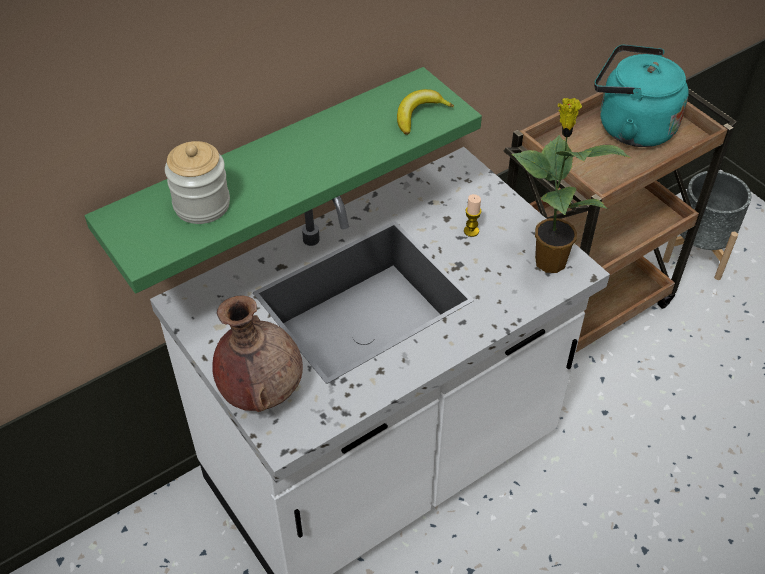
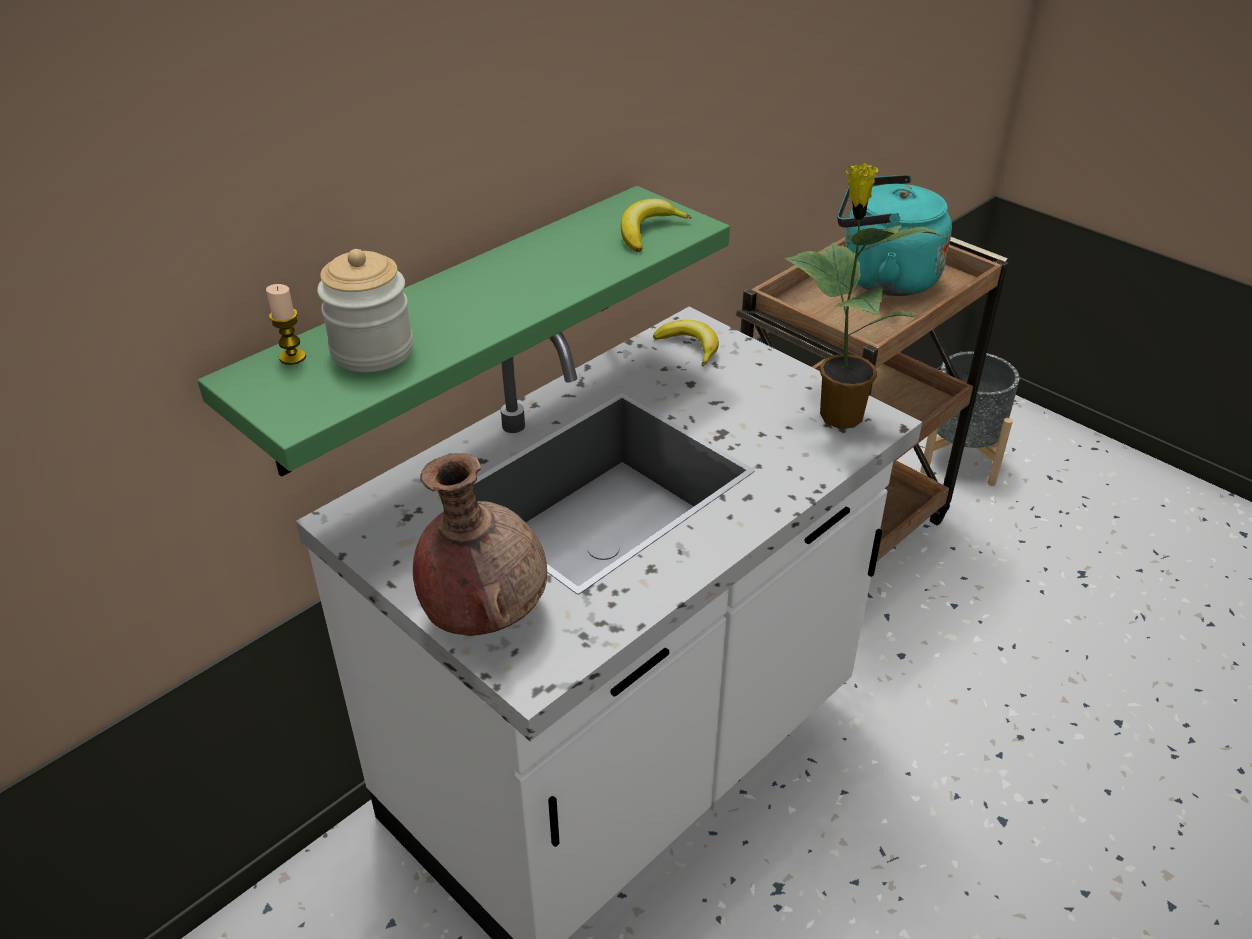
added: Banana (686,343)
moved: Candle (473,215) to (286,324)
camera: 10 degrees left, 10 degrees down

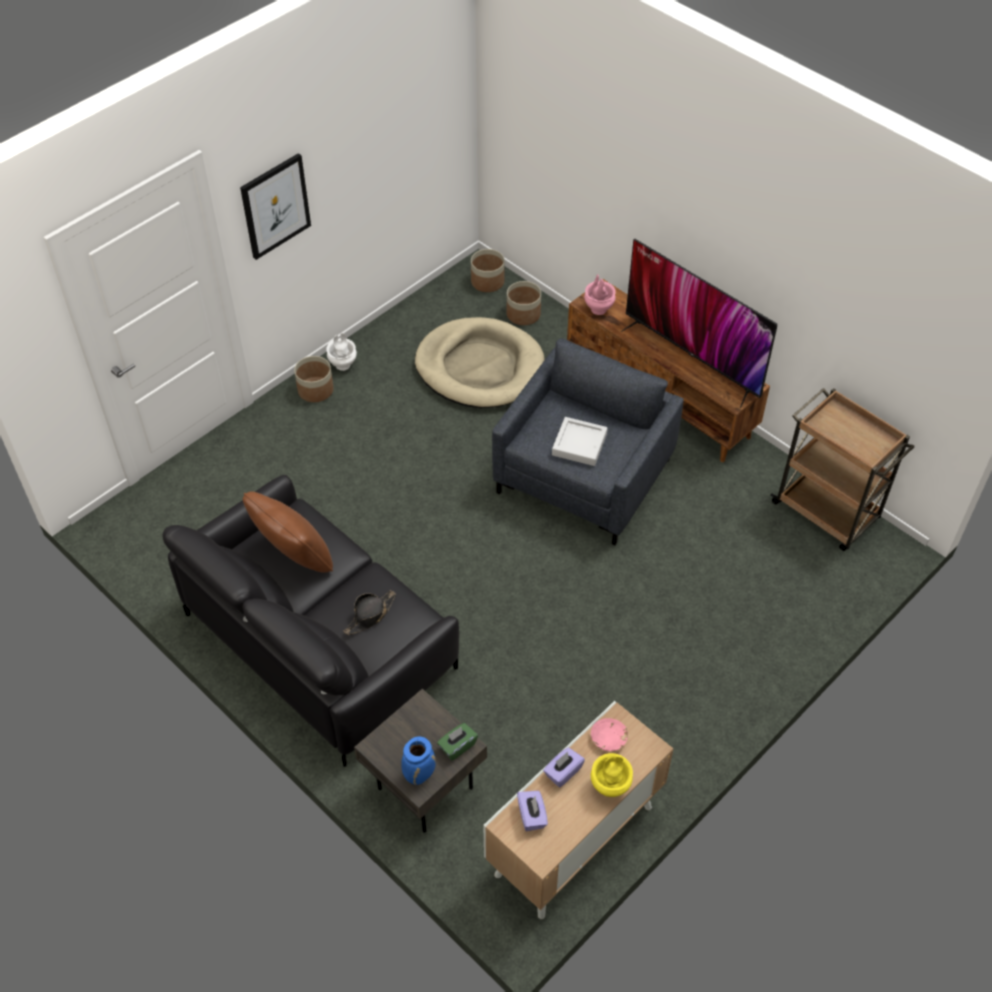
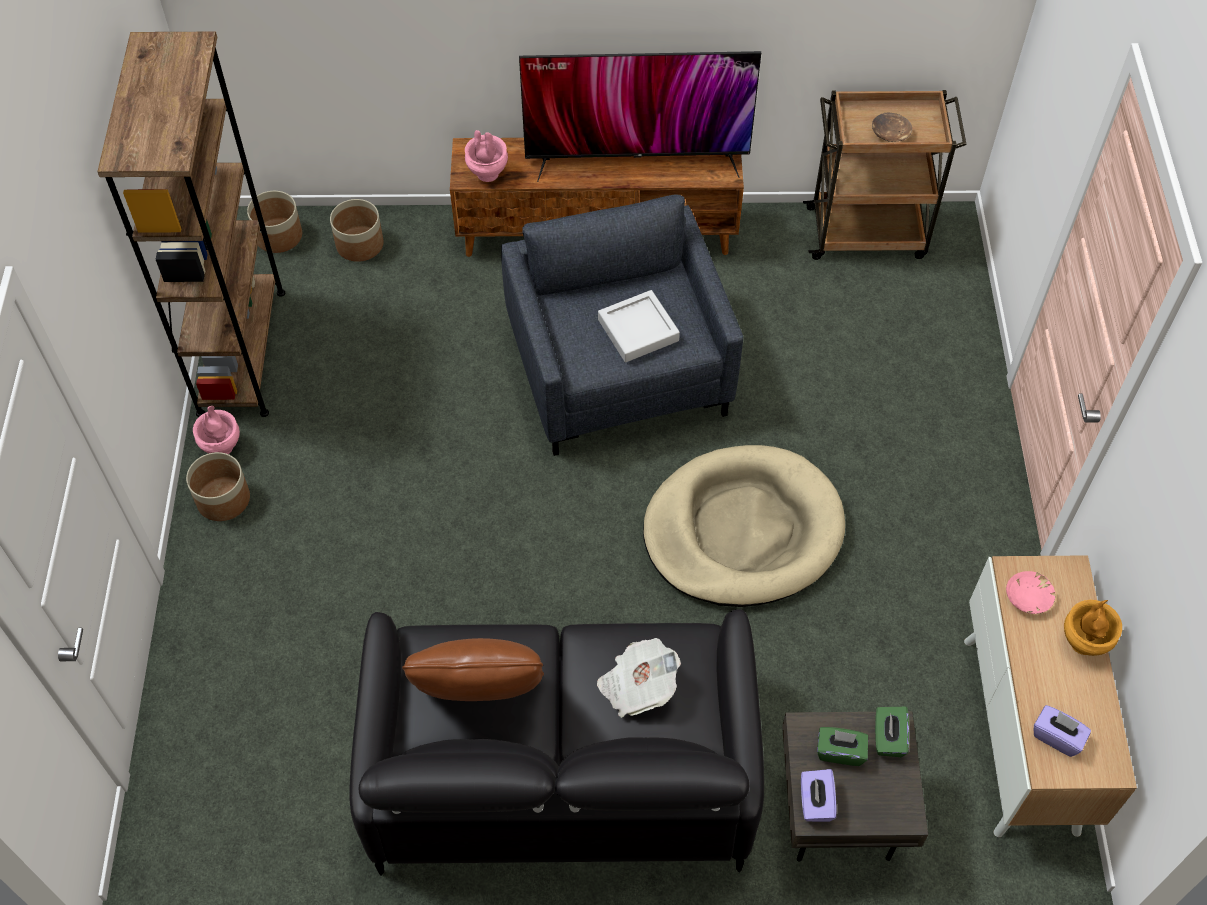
removed: Picture (275,206); BlueVase (418,761)
added: BrownBookcase (191,224); GreenTissueBox (842,746); BrownBowl (892,127)
moved: BeigeDogBed (479,362) to (744,526); PurpleTissueBox (564,767) to (819,795)
replaced: BlackHat (369,612) to Newspaper (639,678)
recoloured: WhiteVase (341,352) to PinkVase (216,430); YellowVase (612,775) to BrownVase (1093,628)
camera: 45 degrees left, 5 degrees up

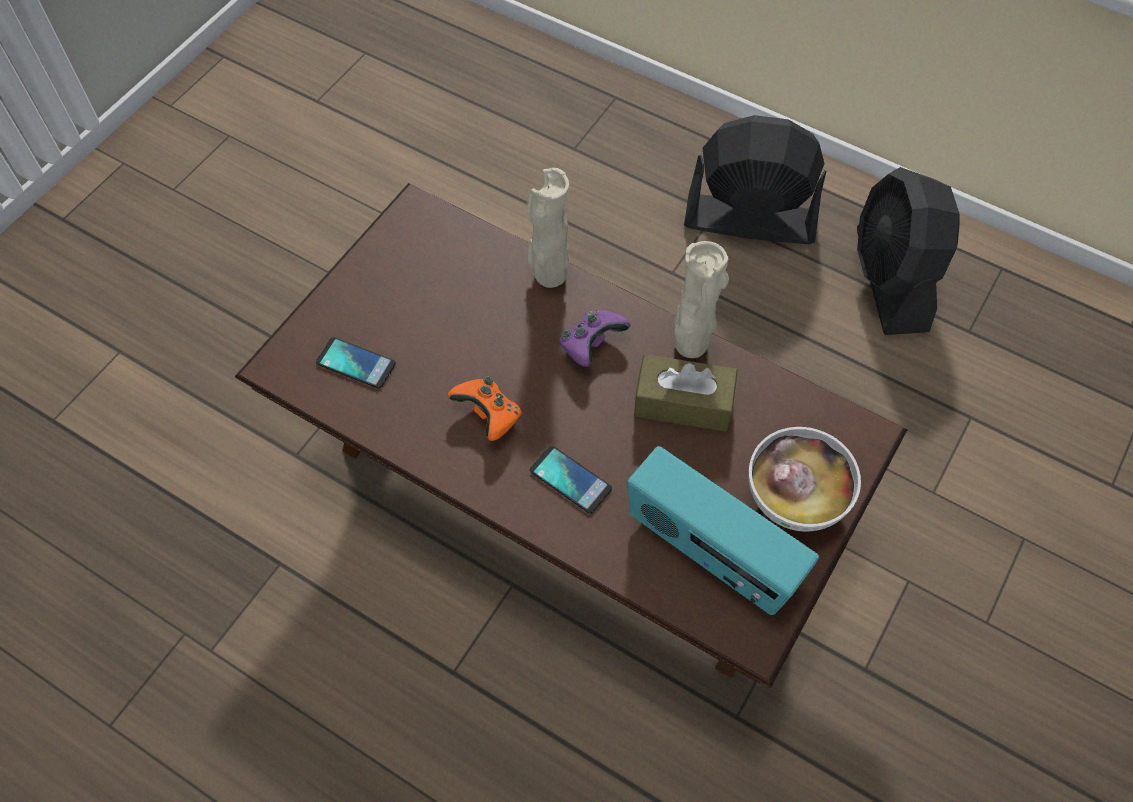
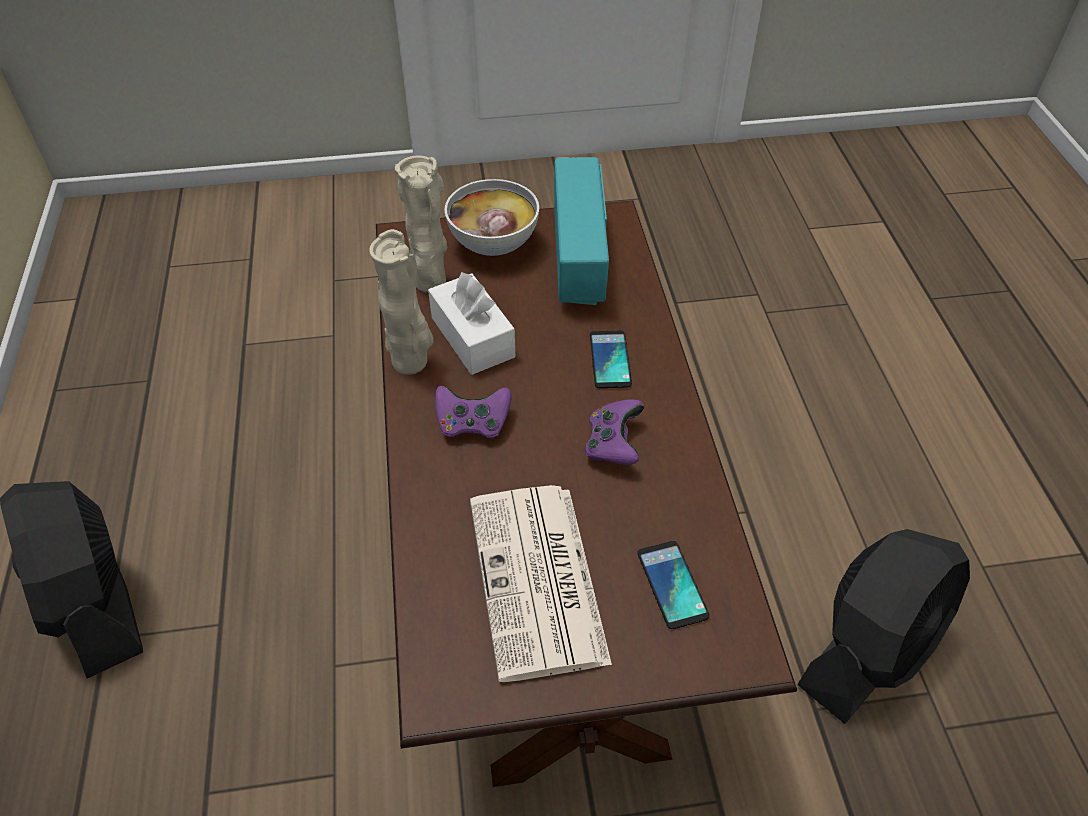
added: Newspaper (541,583)
moved: BeigeVase (548,228) to (421,224); BlackFan (908,251) to (883,626)
recoloured: OrangeGameController (485,409) to PurpleGameController (615,432); BrownTissueBox (686,393) to WhiteTissueBox (471,323)
camera: 130 degrees left, 10 degrees down

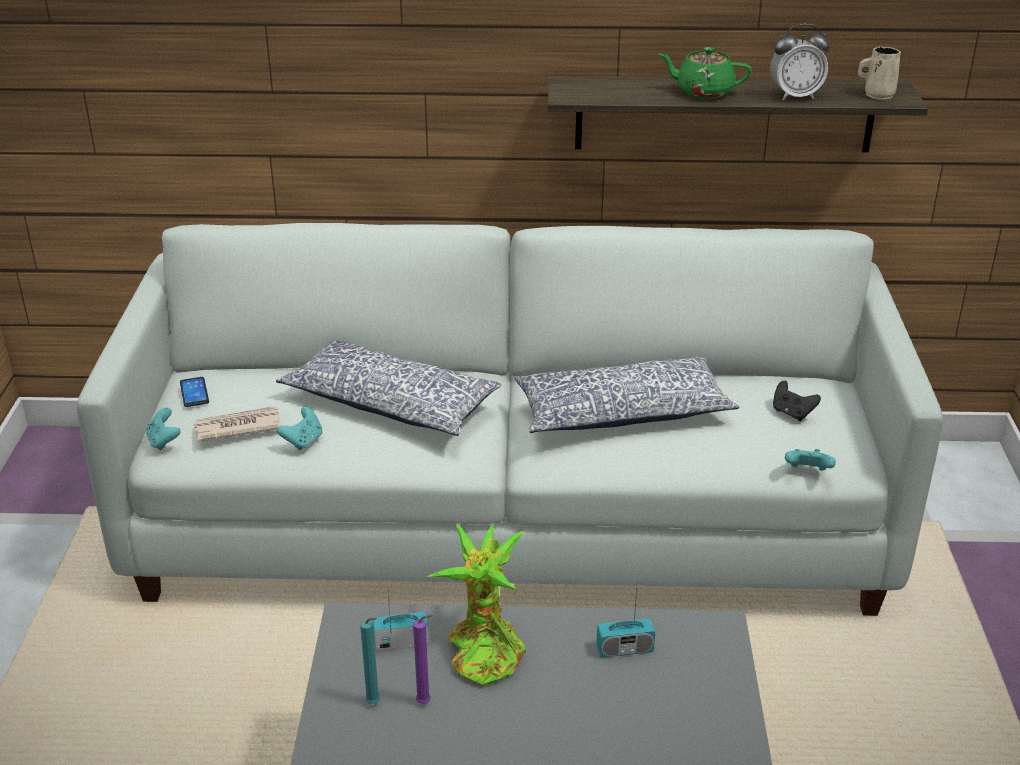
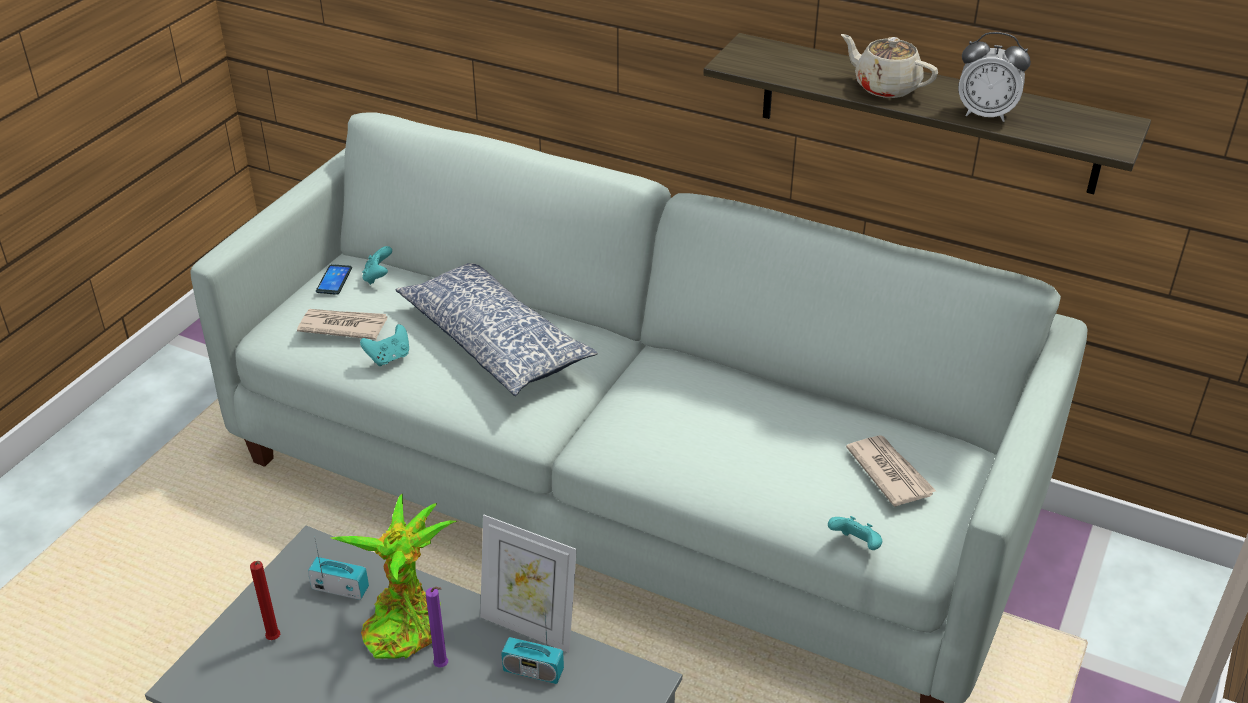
removed: Pillow (627,394); BeigeMug (879,73)
added: PictureFrame (528,584)
moved: TurquoiseGameController (163,429) to (377,265); PurpleCandle (422,659) to (437,627)
replaced: BlackGameController (797,401) to Newspaper (891,471)
recoloured: TurquoiseCandle (370,660) to RedCandle (265,600); GreenTeapot (705,73) to BeigeTeapot (889,66)
camera: 25 degrees right, 5 degrees up

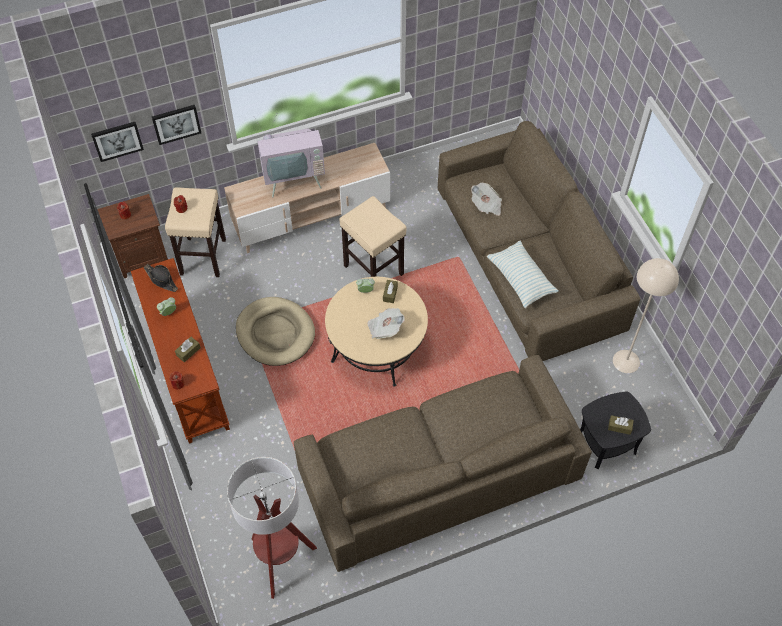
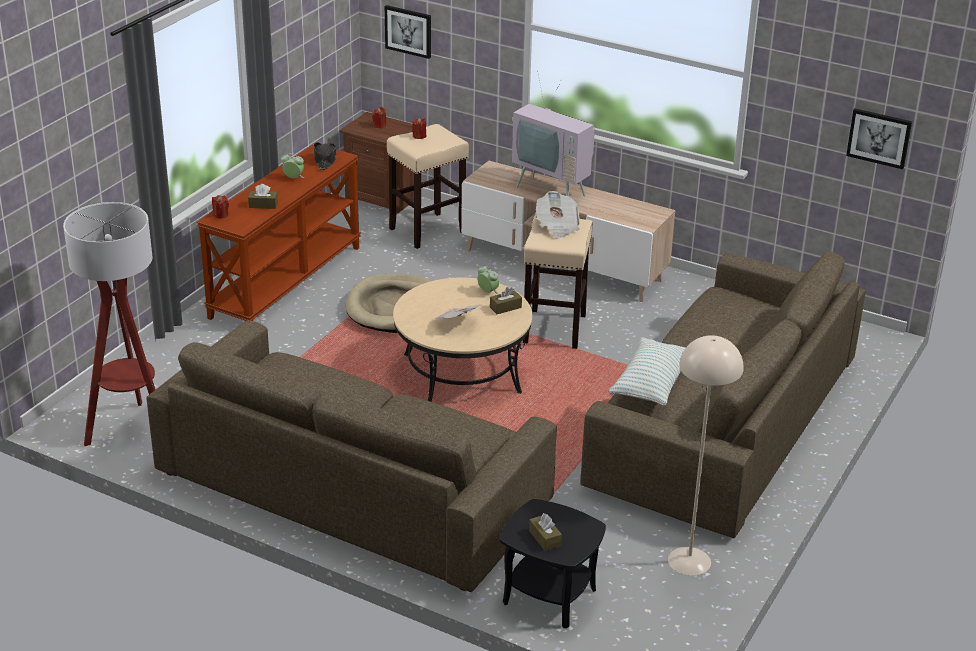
moved: Picture (176,125) to (879,139); Newspaper (486,199) to (557,215)
camera: 50 degrees right, 25 degrees down

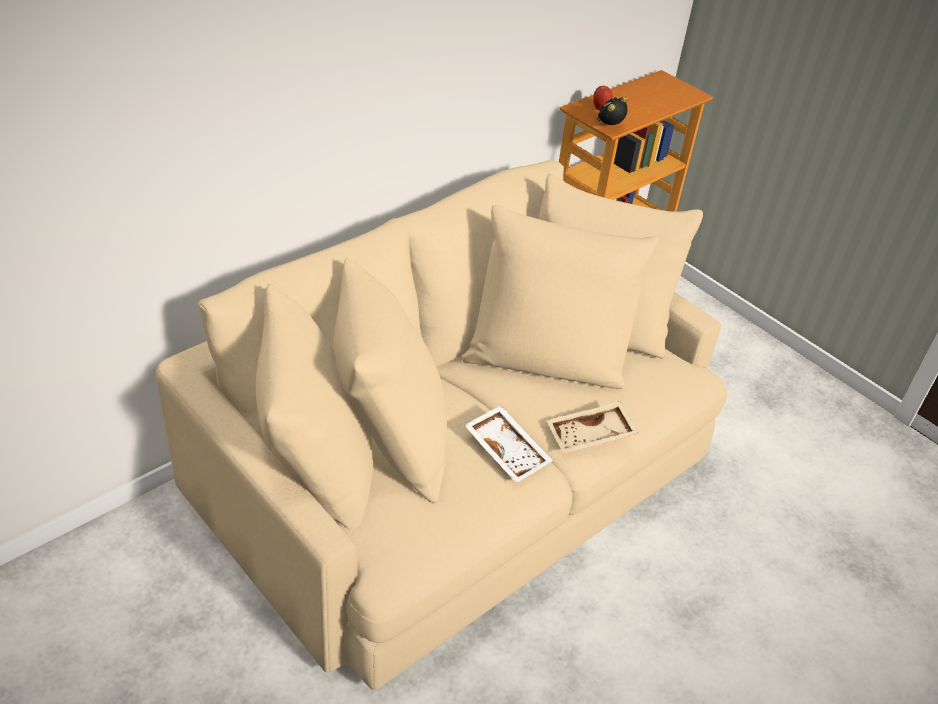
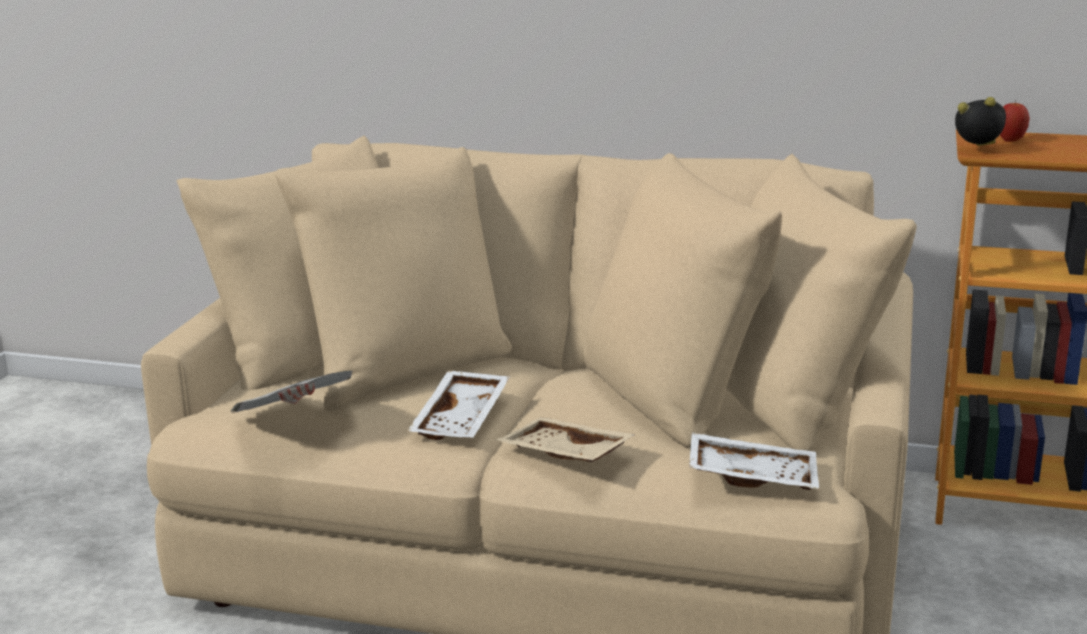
added: Newspaper (291,392); WhiteTray (754,461)
camera: 60 degrees right, 20 degrees down

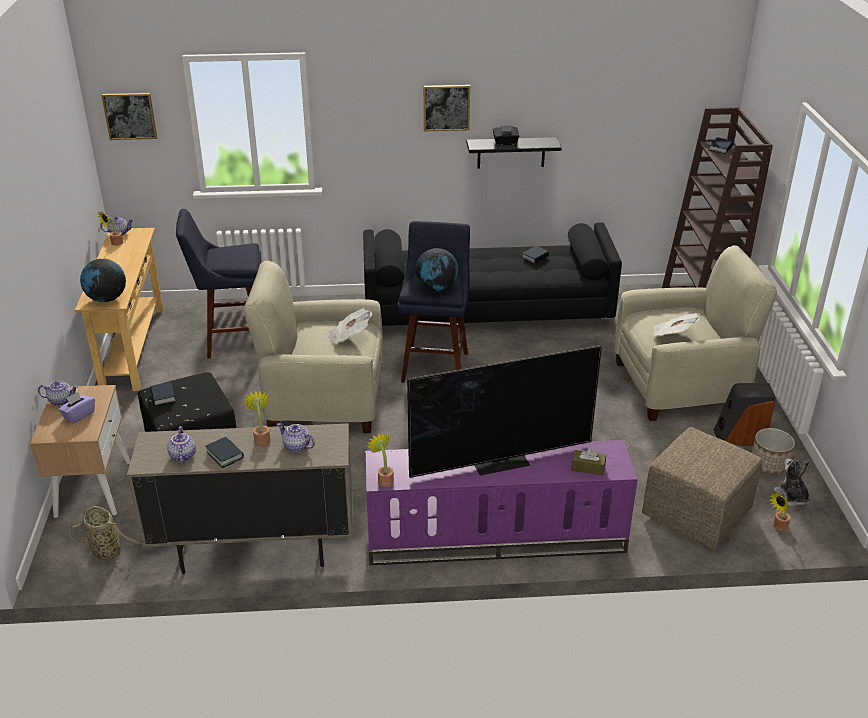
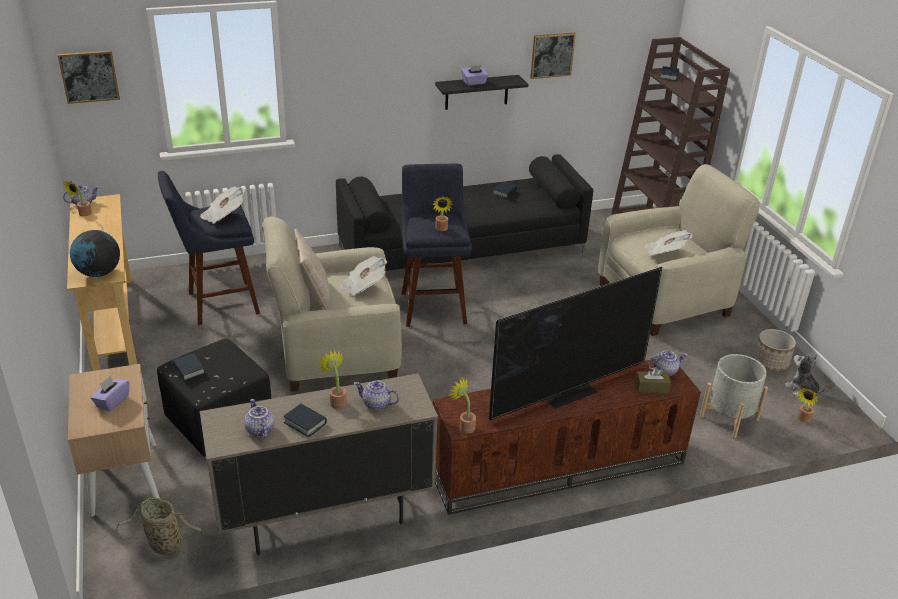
removed: Speaker (745,414)
added: Newspaper (222,205); BeigePillow (312,269)
moved: Teapot (58,393) to (667,363); Picture (447,108) to (553,56)
replaced: Globe (437,269) to PottedPlant (443,213); BeigeOttoman (702,488) to GreyPlanter (734,396)
recoloured: PurpleTvStand (501,502) to BrownTvStand (567,437); BlackTissueBox (506,135) to PurpleTissueBox (475,75)
camera: 15 degrees left, 0 degrees up

